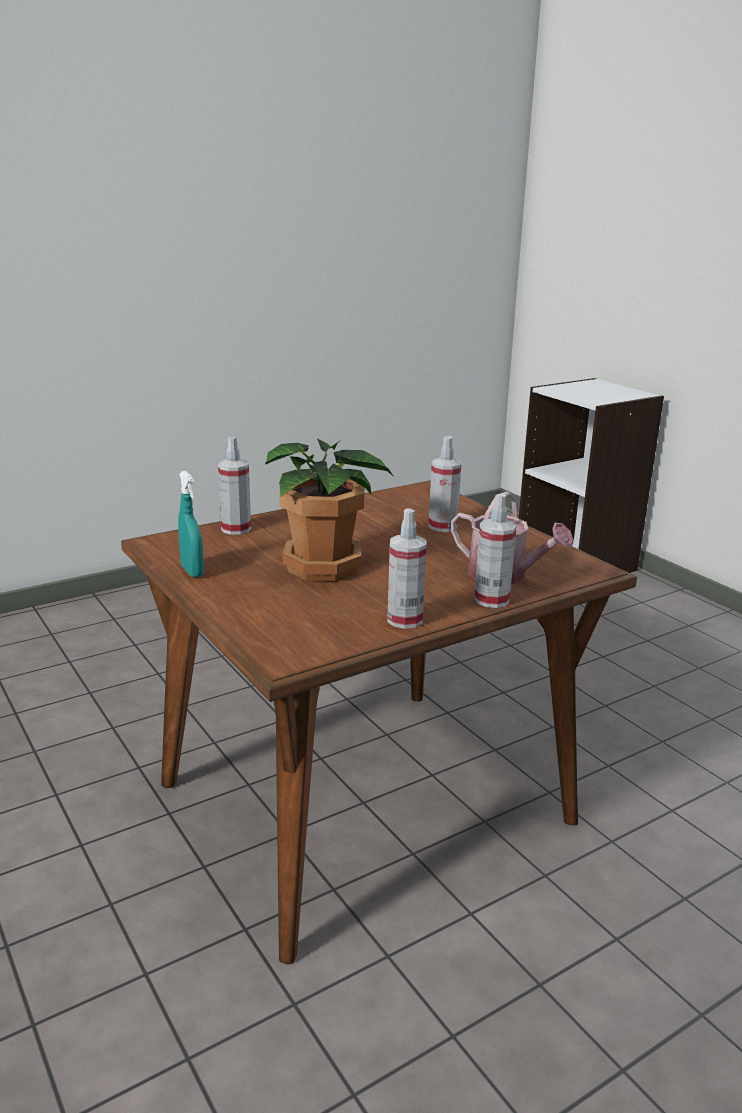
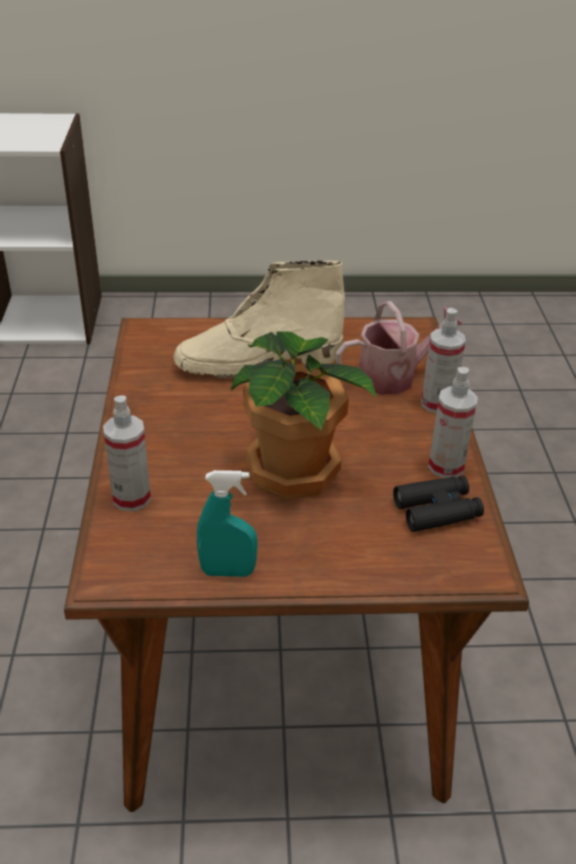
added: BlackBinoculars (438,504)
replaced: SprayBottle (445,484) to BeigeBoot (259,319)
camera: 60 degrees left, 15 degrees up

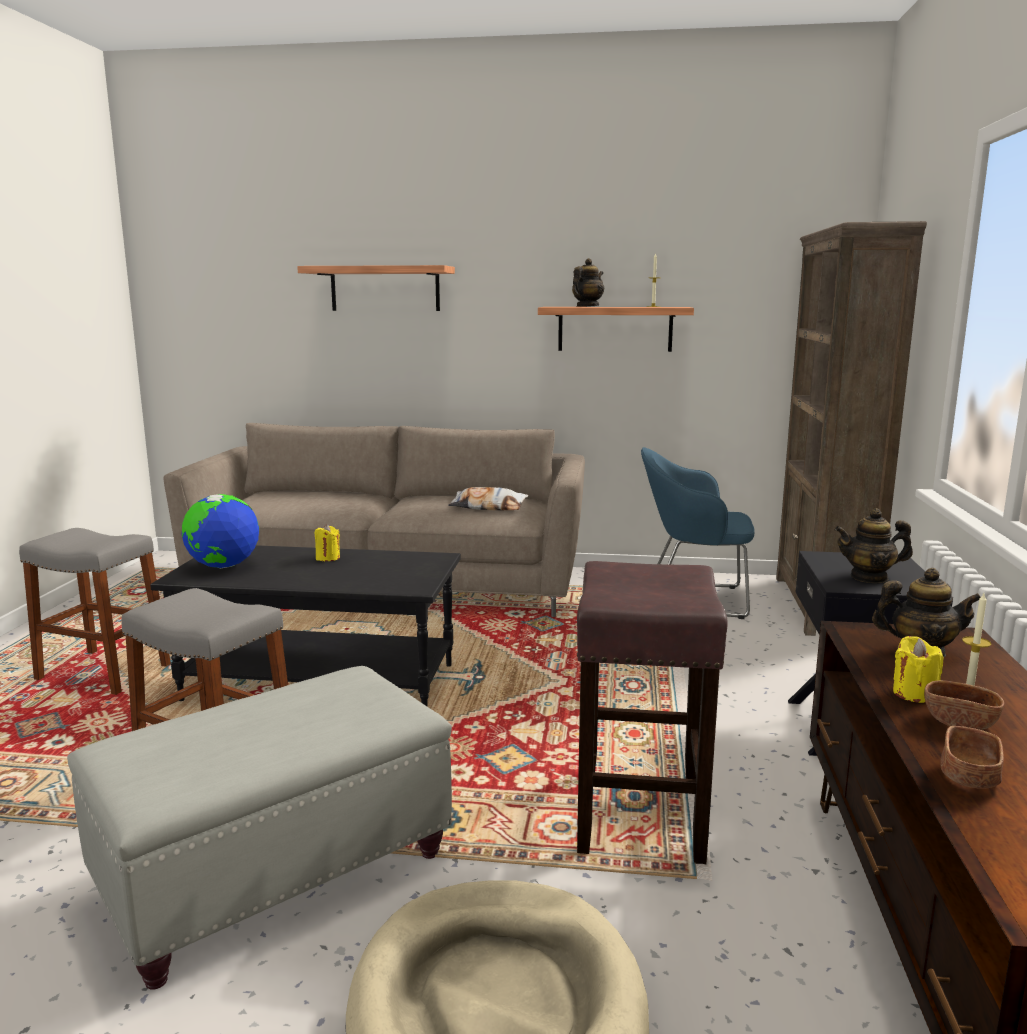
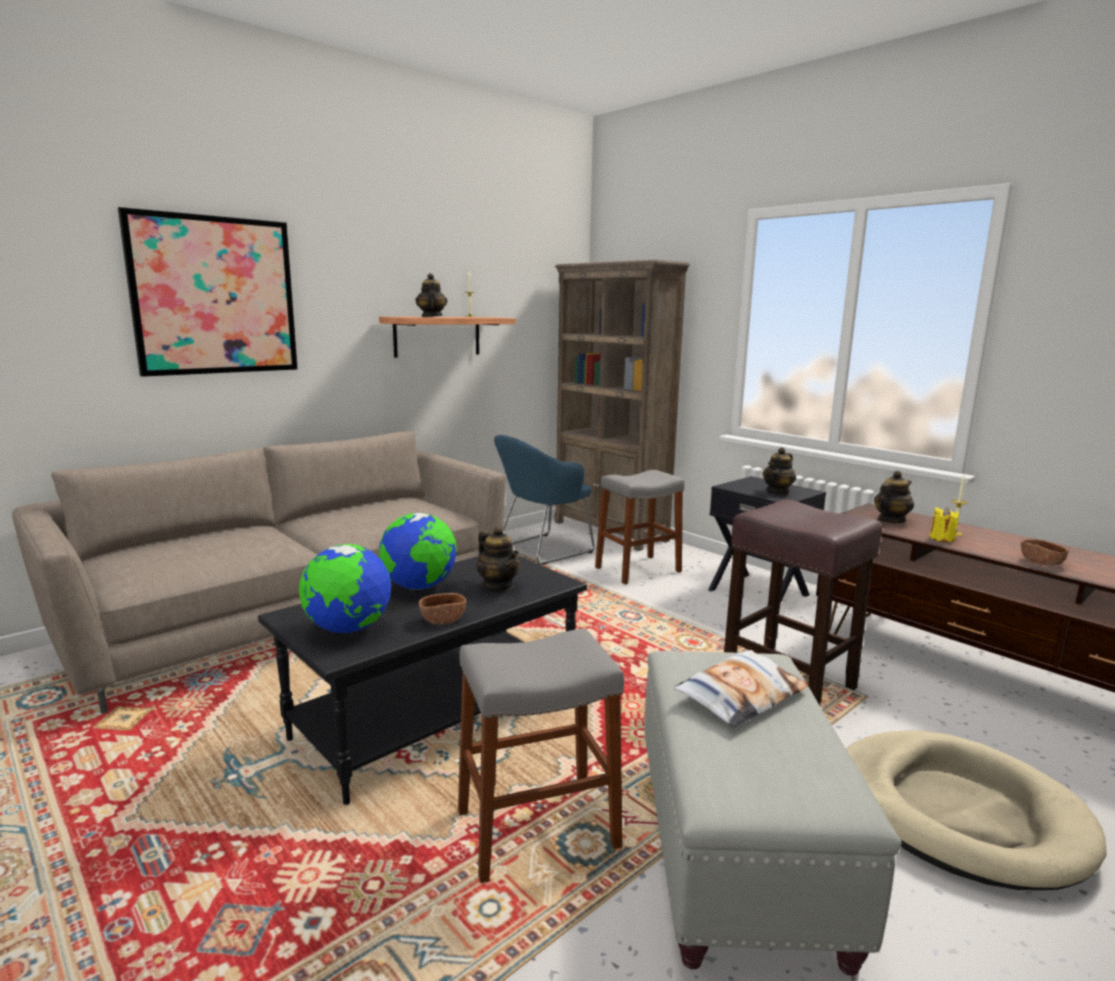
added: Teapot (498,558)
moved: GreyStool (95,611) to (640,527); Pillow (488,499) to (741,689); BrownBowl (964,705) to (442,608)
replaced: Shelf (376,288) to Picture (208,292); YellowCandle (327,542) to Globe (418,551)
camera: 50 degrees left, 0 degrees up

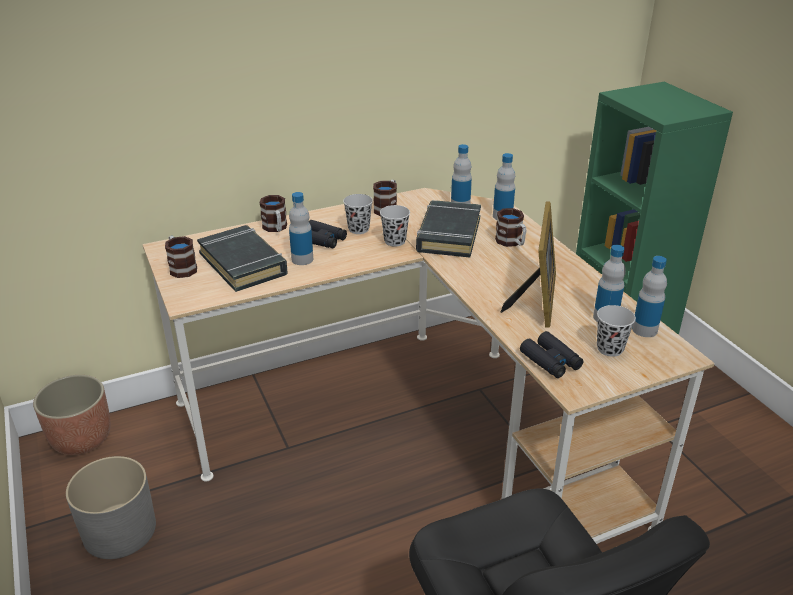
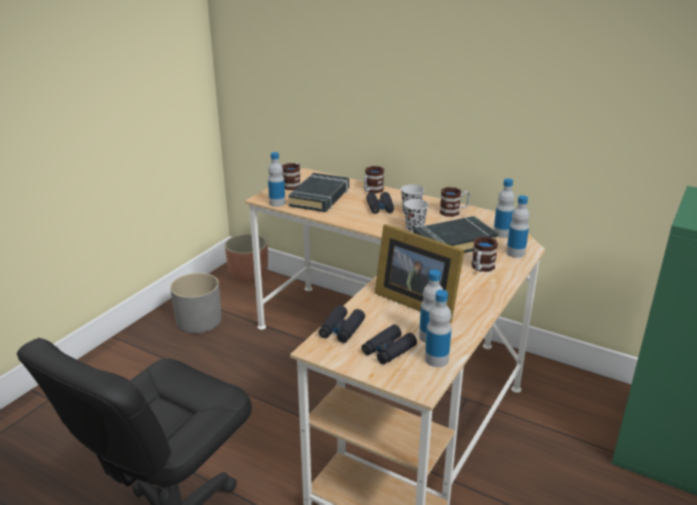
moved: Bottle (301,228) to (276,179)
replaced: BlackCup (616,331) to BlackBinoculars (389,344)
turned: PictureFrame (528,264) = (420,273) 60 degrees clockwise
camera: 55 degrees right, 5 degrees down

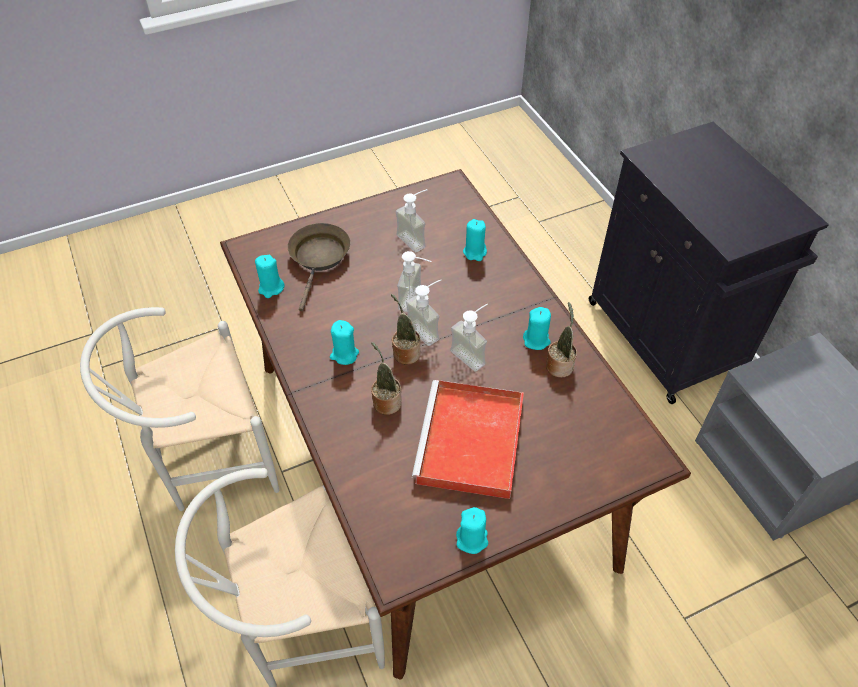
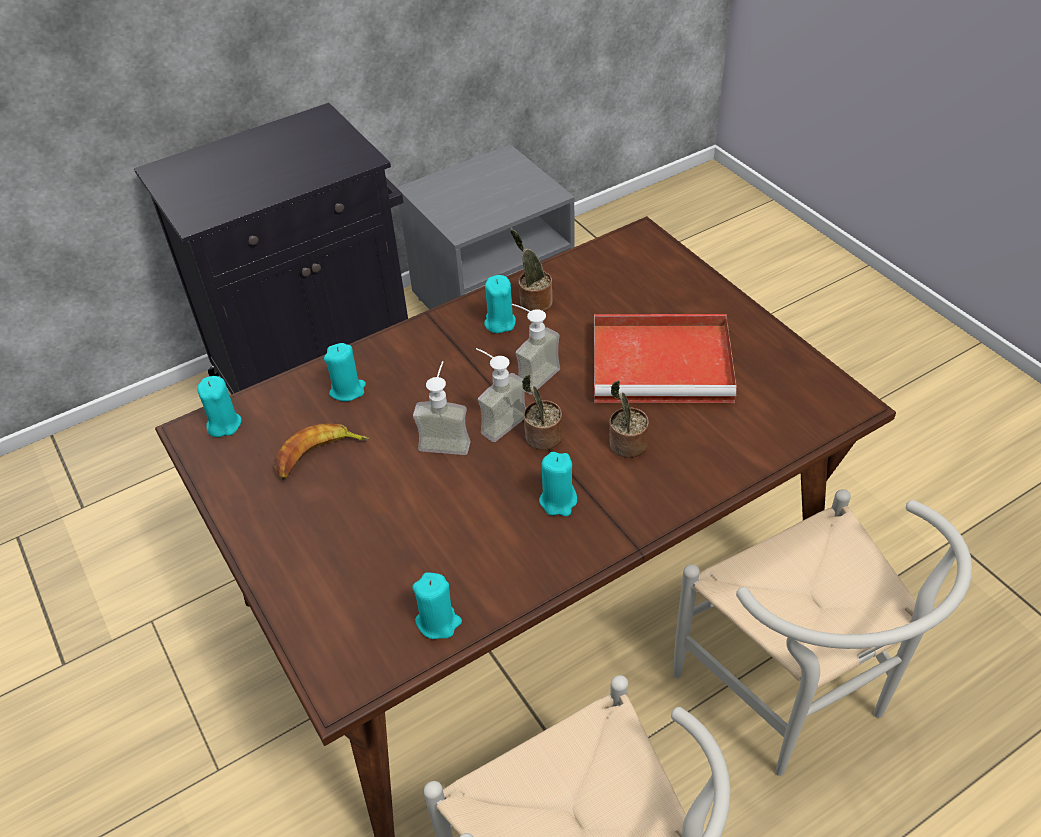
removed: BrownFryingPan (319,267)
moved: TurquoiseCandle (472,530) to (219,406)
replaced: SoapDispenser (411,220) to Banana (321,451)
camera: 95 degrees left, 5 degrees down

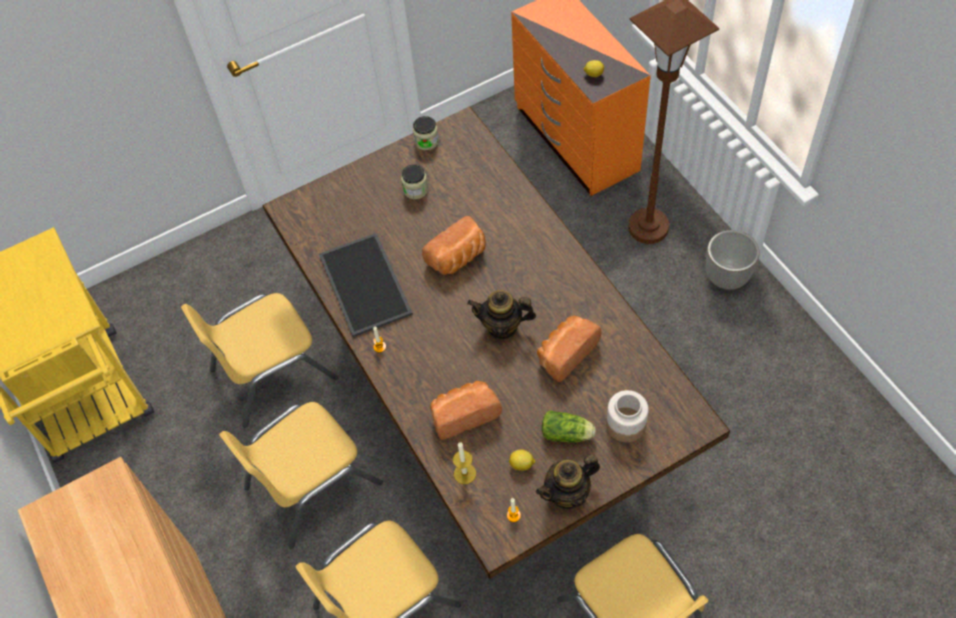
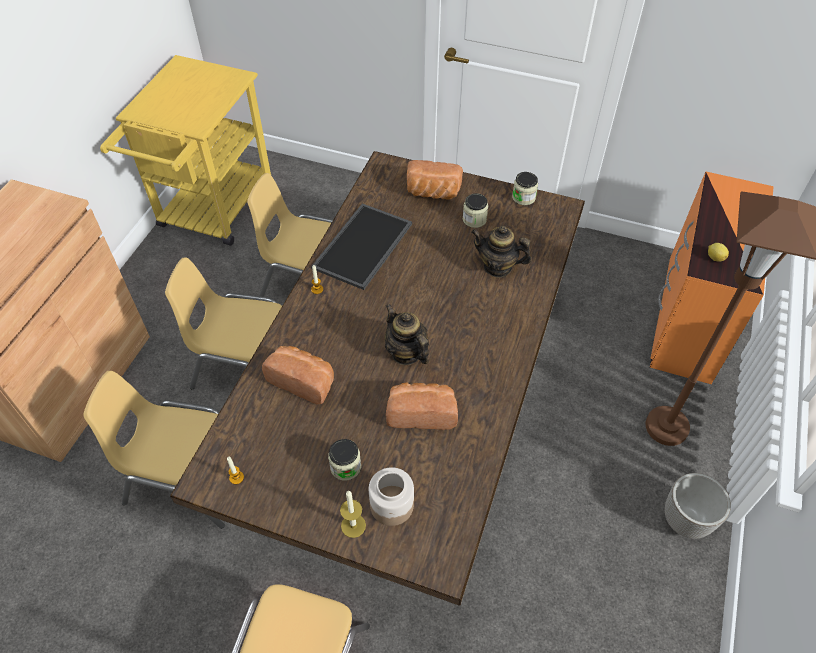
removed: Lemon (522,460)
moved: Bread (454,245) to (435,180); Candle (464,463) to (353,514); Teapot (568,482) to (501,251)
replaced: Lettuce (569,426) to Jar (344,460)
camera: 45 degrees right, 5 degrees down

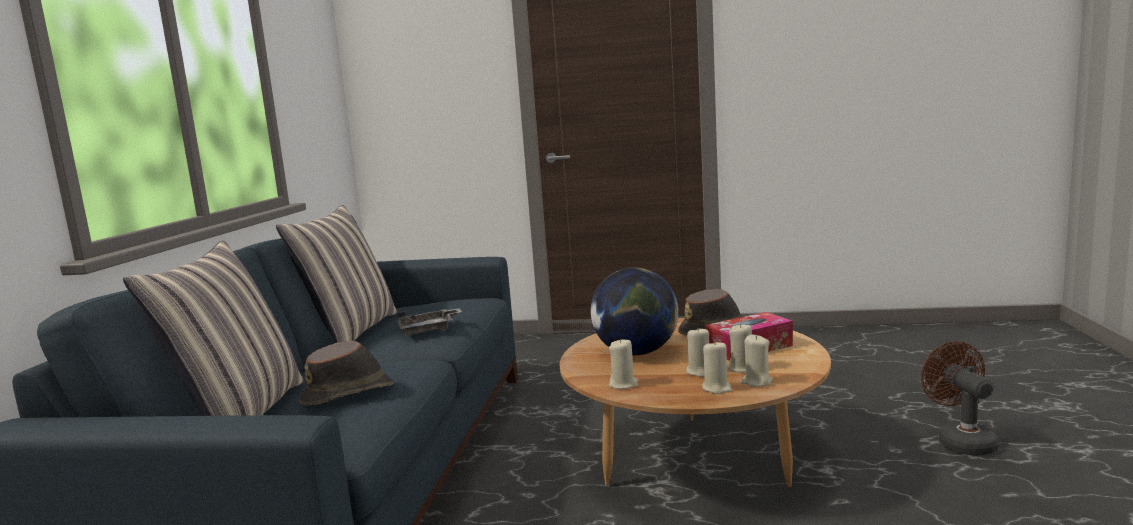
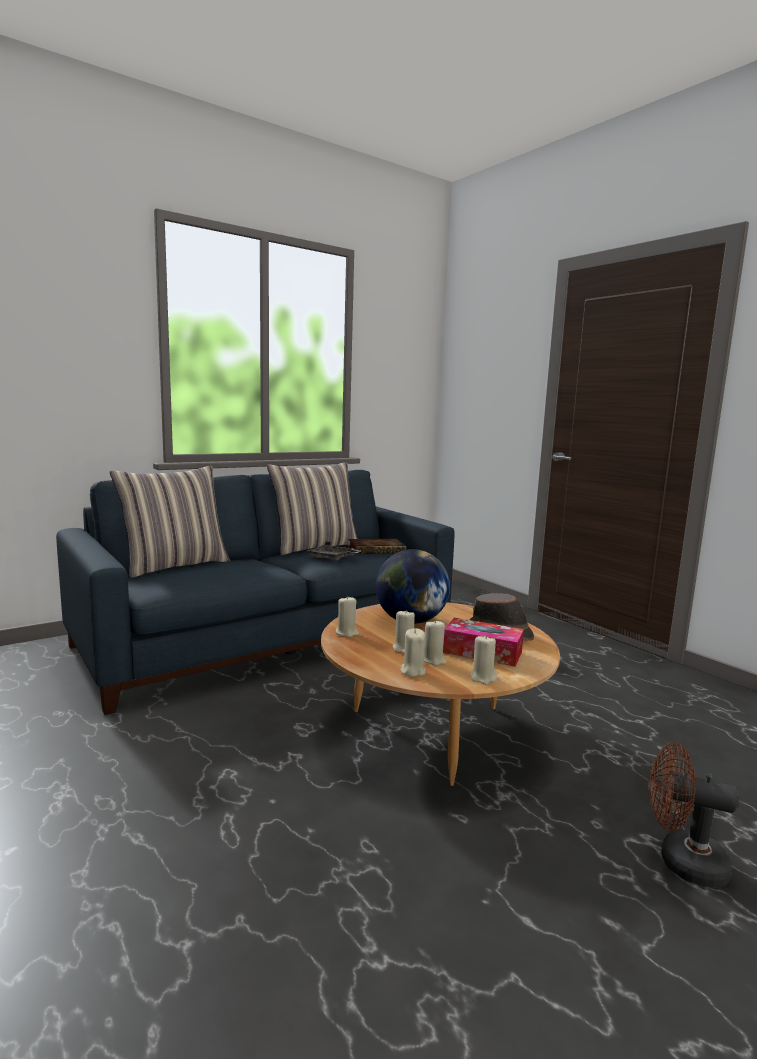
removed: BrownHat (346,373)
added: Book (377,546)
moved: BeigeCandle (717,367) to (483,660)
turned: BrownFan (959,398) = (694,815) 105 degrees counterclockwise
camera: 45 degrees right, 0 degrees up

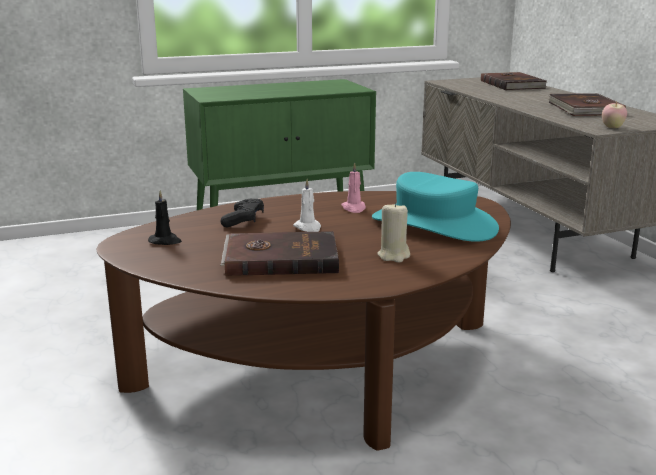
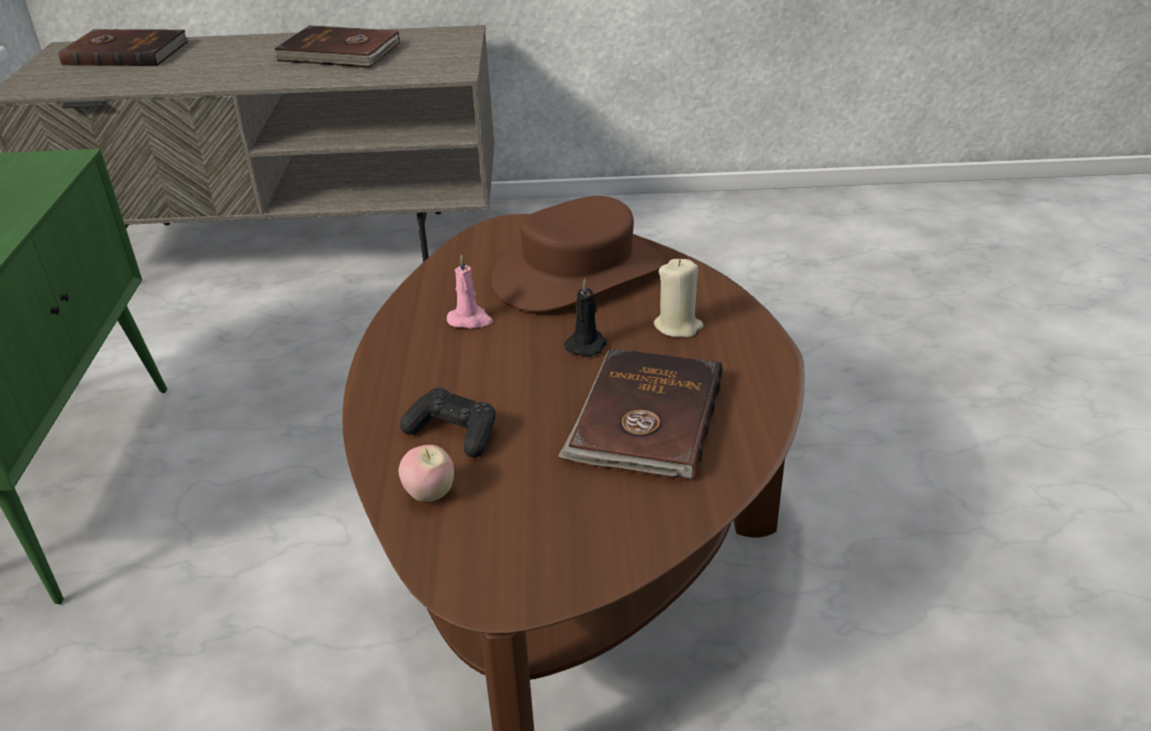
removed: WhiteCandle (307,205)
moved: BlackCandle (165,217) to (585,317); Apple (614,114) to (426,473)
recoloured: TurquoiseHat (435,207) to BrownHat (577,254)
camera: 70 degrees left, 15 degrees up

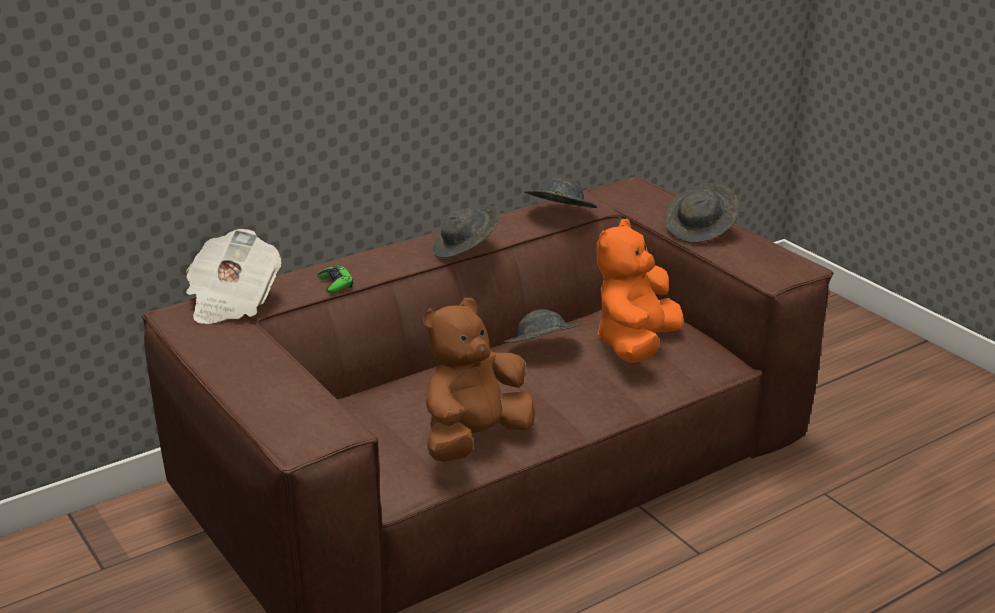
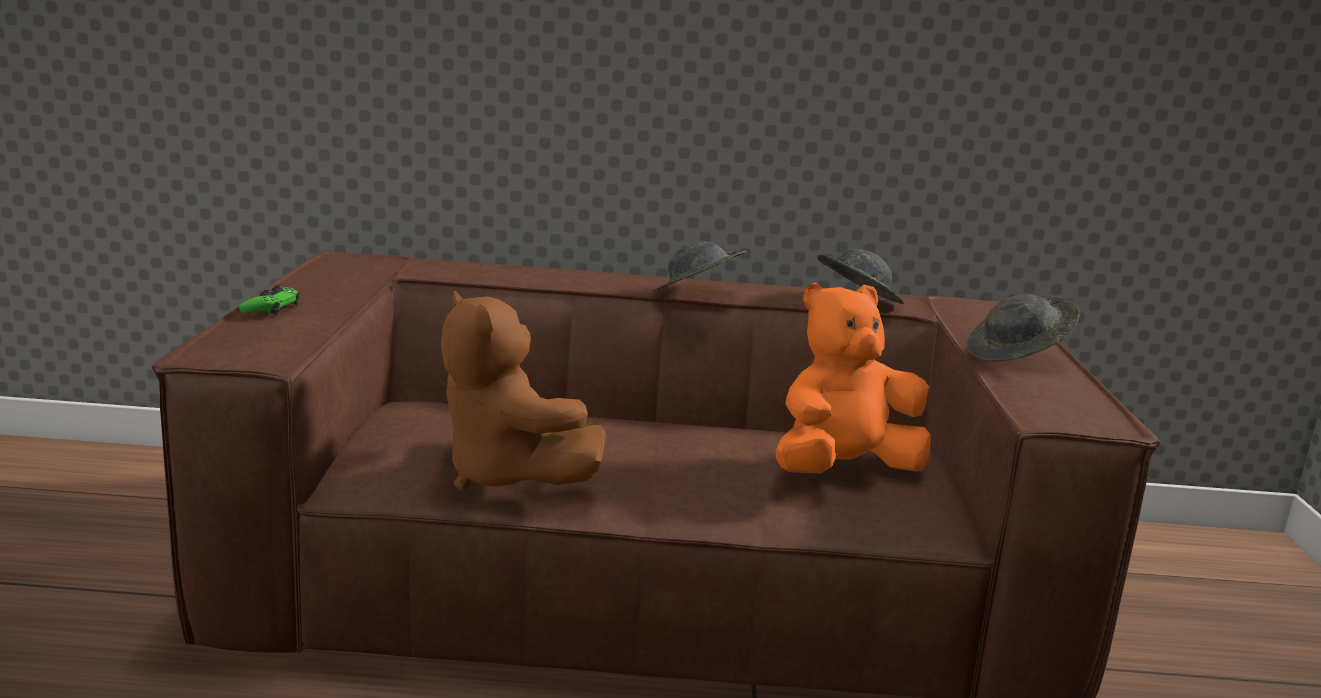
removed: Newspaper (233,276); GreyHat (542,326)
moved: GreenGameController (335,279) to (269,299)
turned: BrownPlushToy (479,380) = (523,391) 120 degrees counterclockwise
camera: 35 degrees right, 10 degrees down

